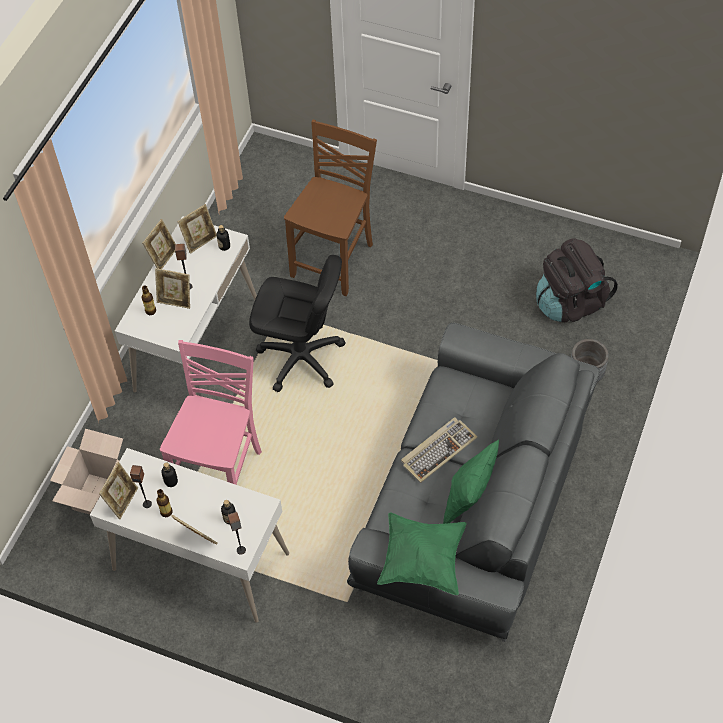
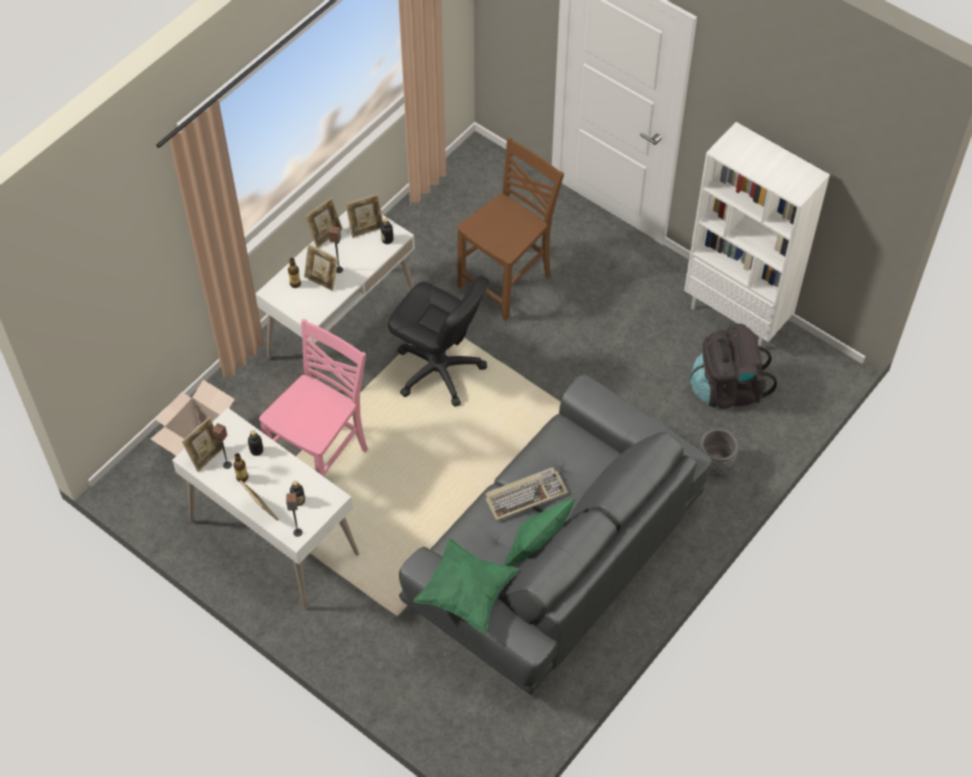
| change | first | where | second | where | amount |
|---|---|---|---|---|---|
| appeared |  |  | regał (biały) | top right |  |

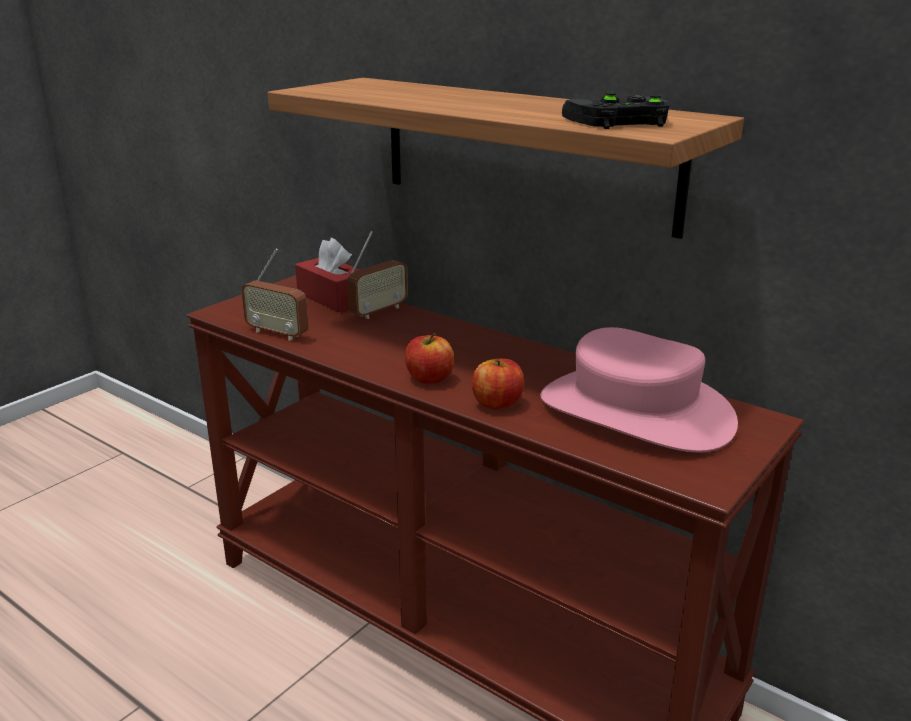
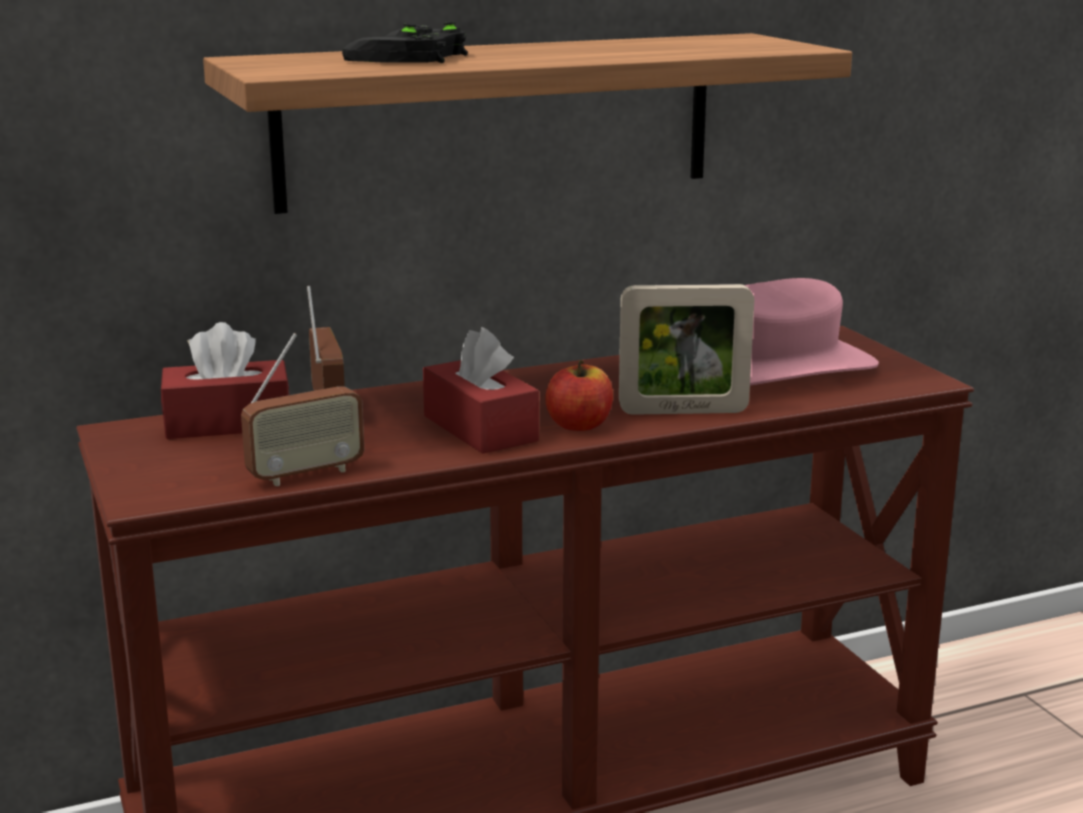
| change | first | where | second | where | amount |
|---|---|---|---|---|---|
| relocated | pad do gier (czarny) | top right |  | top centre |  |
| exchanged | jabłko (no. 2 from left) | centre | ramka na zdjęcie | centre |  |
| appeared |  |  | pudełko chusteczek (czerwony) (no. 2 from left) | centre |  |

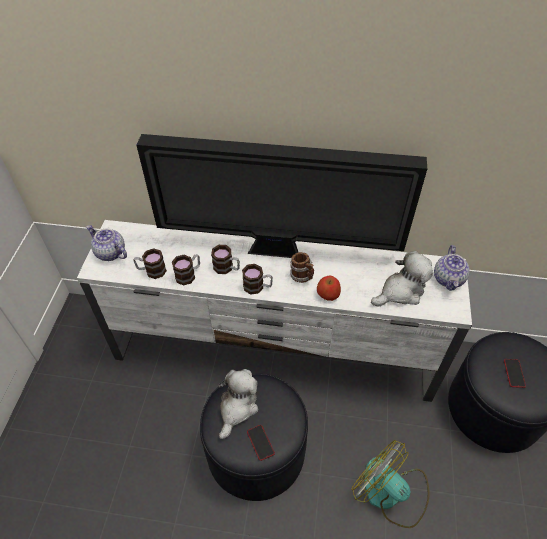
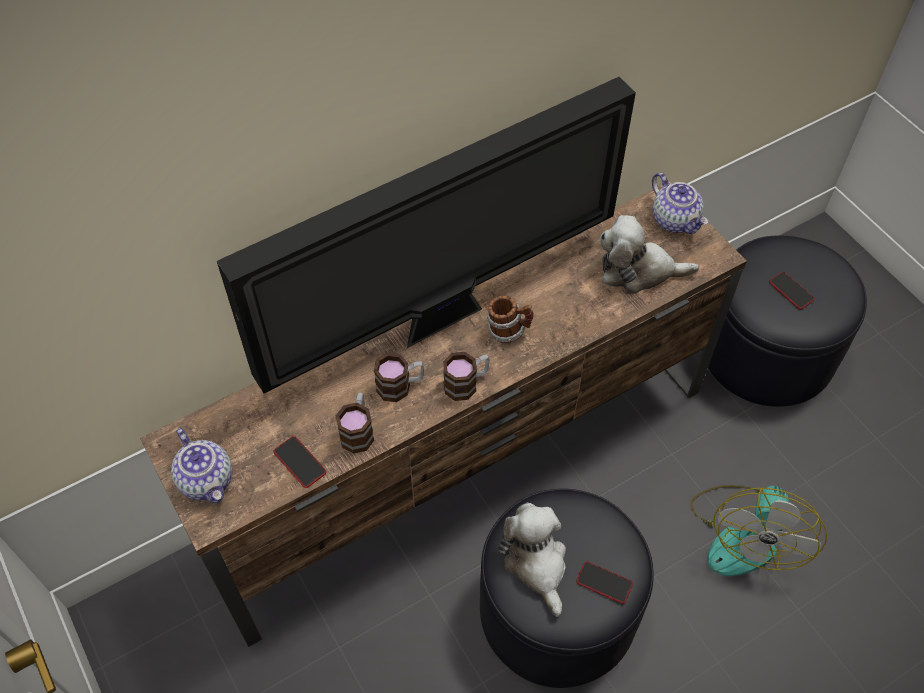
| change | first | where | second | where | amount |
|---|---|---|---|---|---|
| colour | szafka pod telewizor (biały) | centre | szafka pod telewizor (brązowy) | centre |  |
| spun | imbryk (no. 1 from left) | middle left |  | bottom left | 120 degrees counterclockwise |
| exchanged | kubek (no. 1 from left) | middle left | telefon (no. 1 from left) | bottom left |  |
| spun | pluszak (no. 2 from left) | middle right |  | middle right | 105 degrees counterclockwise |
| missing | jabłko | centre |  |  |  |
| spun | wentylator | bottom right |  | bottom right | 75 degrees counterclockwise |

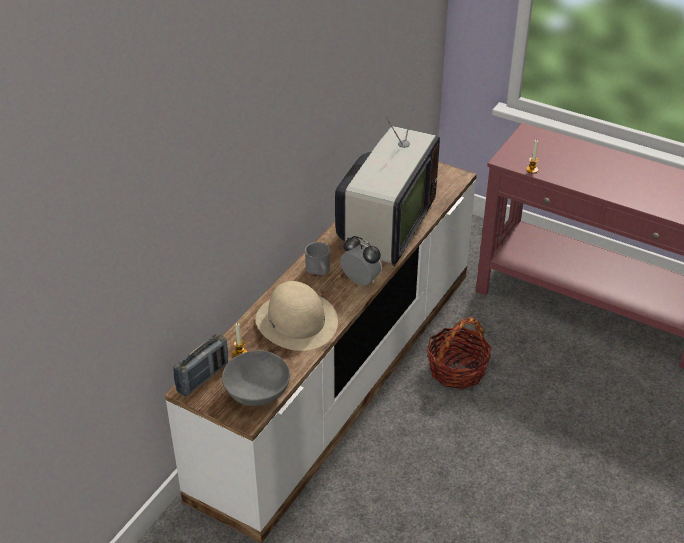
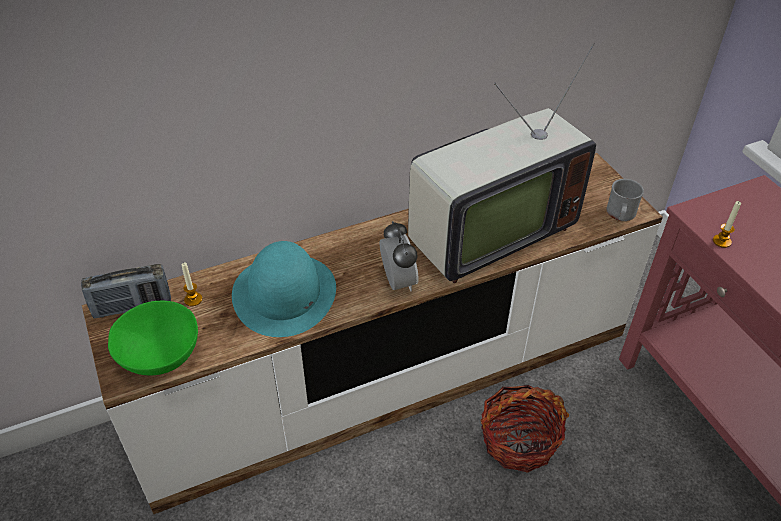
| change | first | where | second | where | amount |
|---|---|---|---|---|---|
| relocated | kubek (szary) | centre |  | middle right |  |
| colour | kapelusz (beżowy) | centre | kapelusz (turkusowy) | centre |  |
| colour | miska (szary) | bottom centre | miska (zielony) | middle left |  |

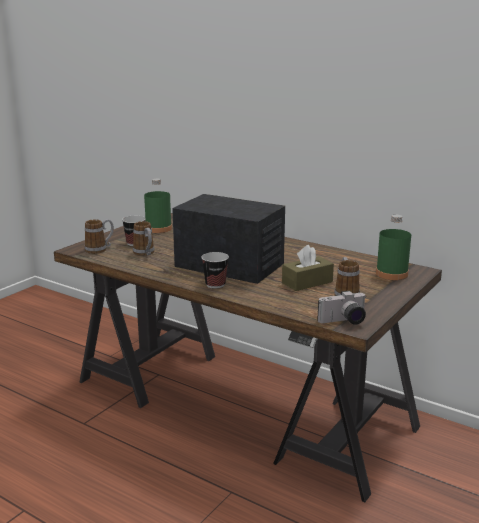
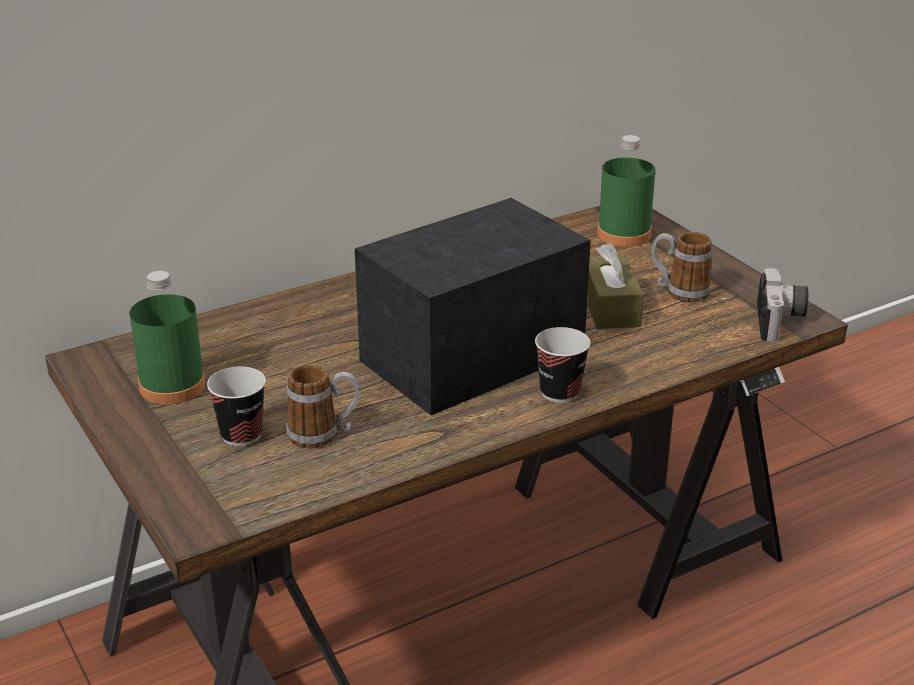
| change | first | where | second | where | amount |
|---|---|---|---|---|---|
| missing | kubek (no. 1 from left) | middle left |  |  |  |

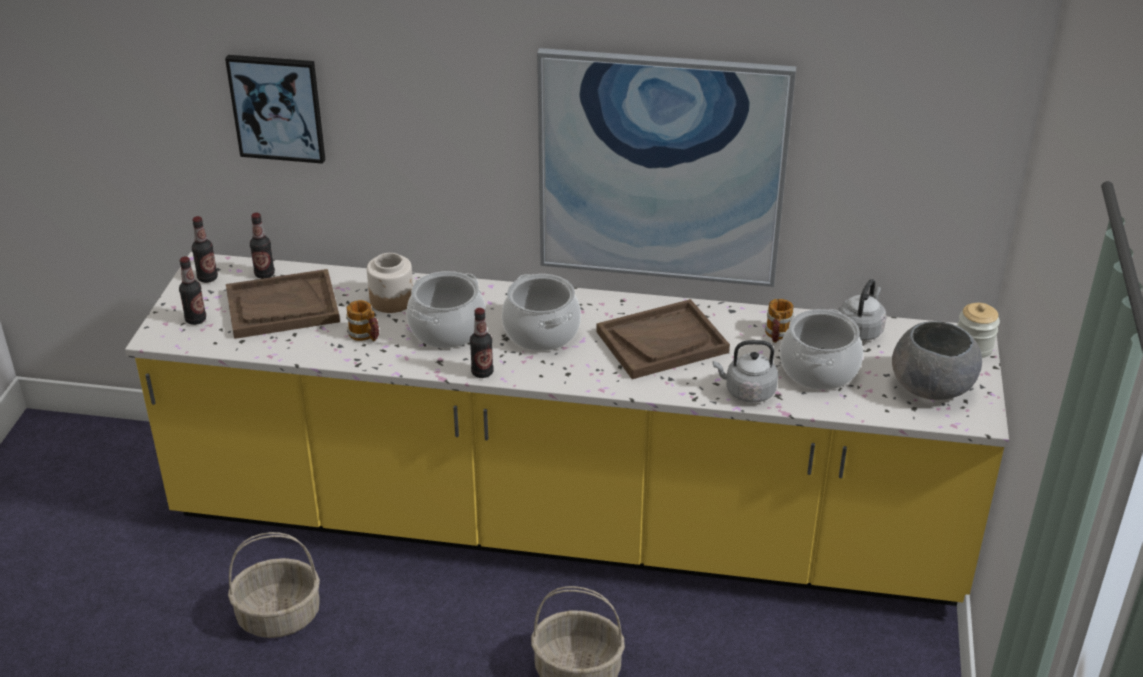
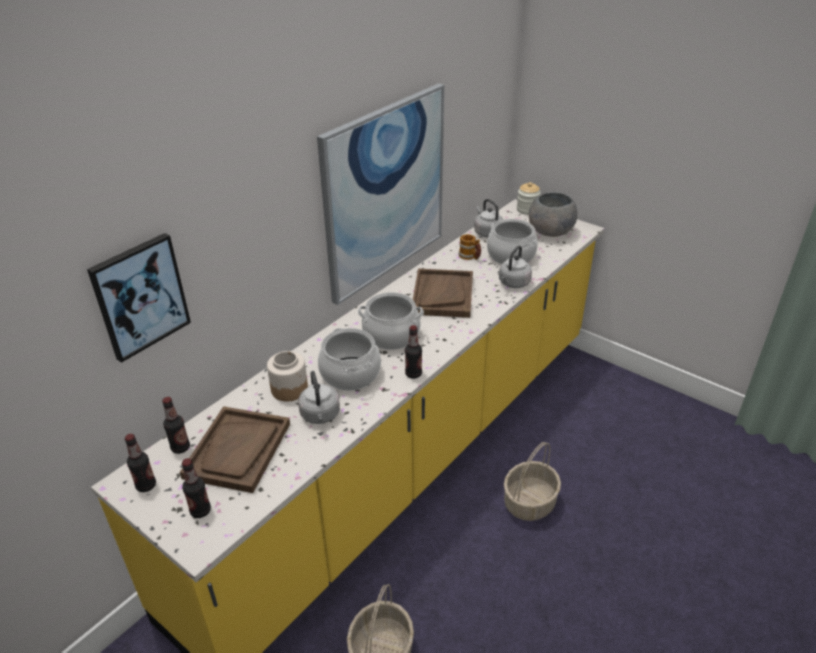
| change | first | where | second | where | amount |
|---|---|---|---|---|---|
| exchanged | kubek (no. 1 from left) | middle left | czajnik (szary) (no. 1 from left) | centre |  |

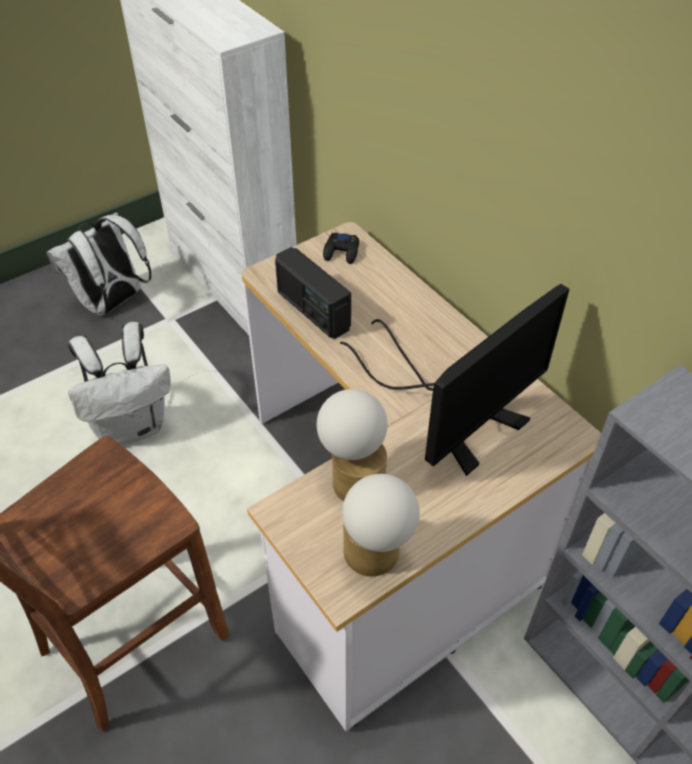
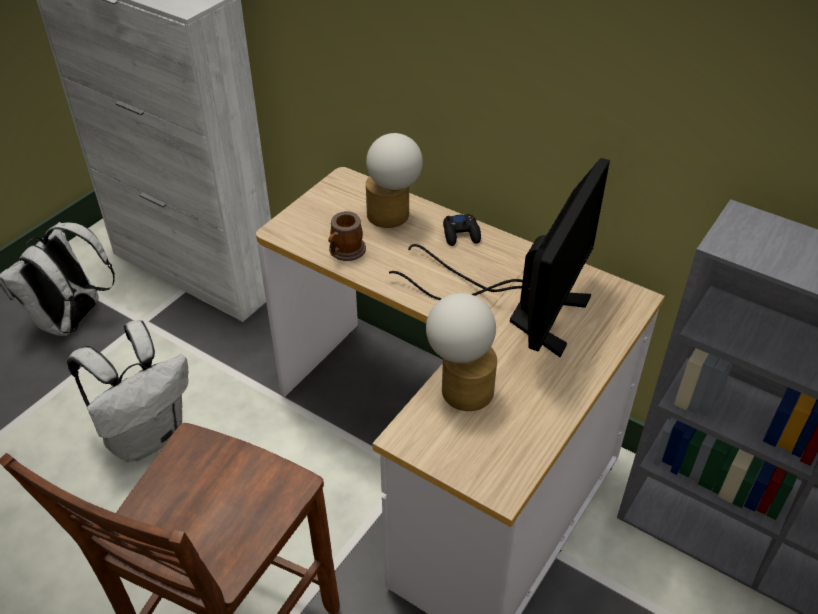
| change | first | where | second | where | amount |
|---|---|---|---|---|---|
| relocated | pad do gier (czarny) | top centre |  | centre |  |
| exchanged | radio | centre | kubek | centre |  |
| relocated | lampa stołowa (no. 2 from left in the first image) | bottom centre | lampa stołowa (no. 1 from left) | top centre |  |

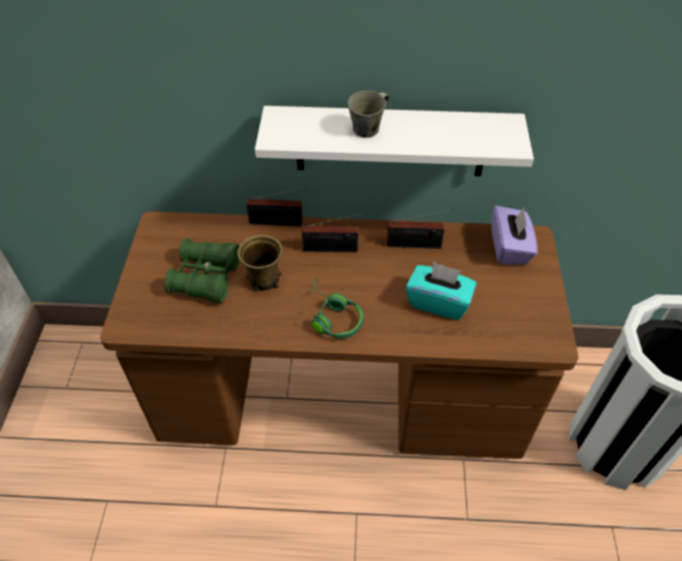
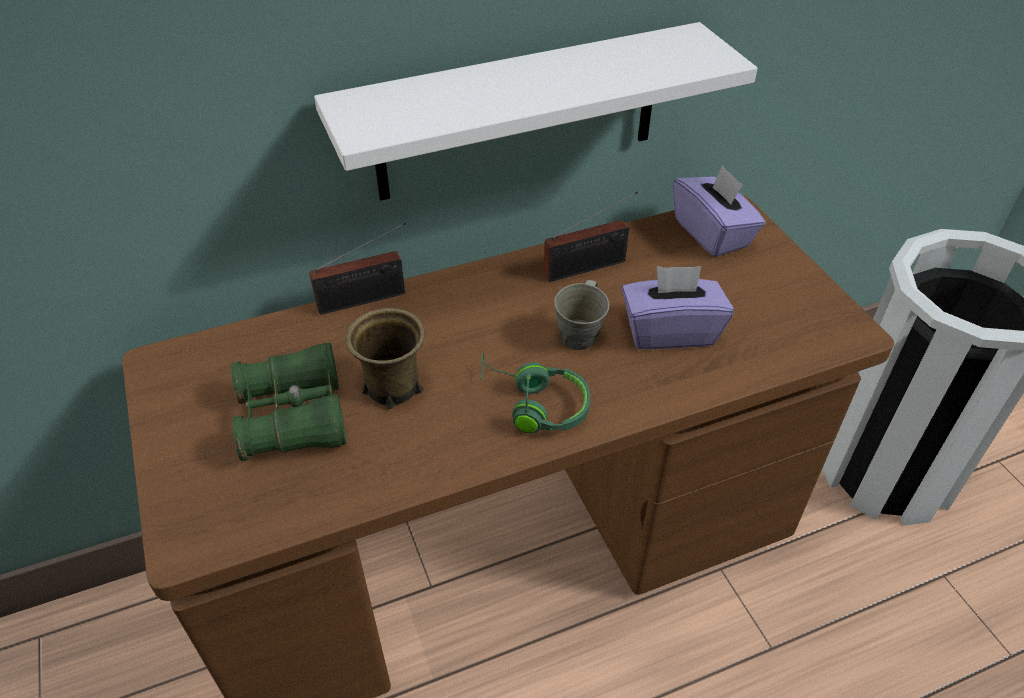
| change | first | where | second | where | amount |
|---|---|---|---|---|---|
| relocated | kubek (szary) | top centre |  | centre |  |
| missing | radio (no. 2 from left) | centre |  |  |  |
| colour | pudełko chusteczek (turkusowy) | centre | pudełko chusteczek (fioletowy) (no. 1 from left) | centre |  |

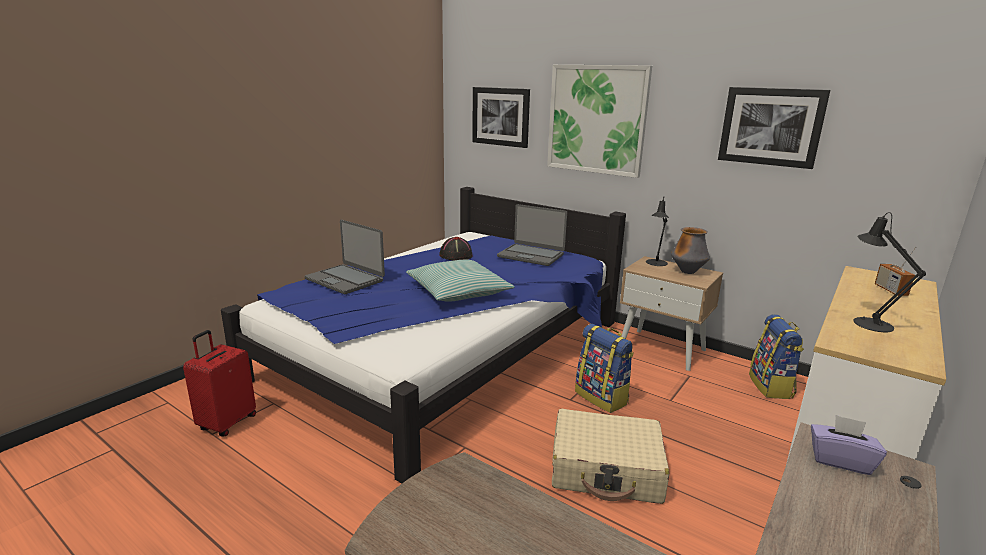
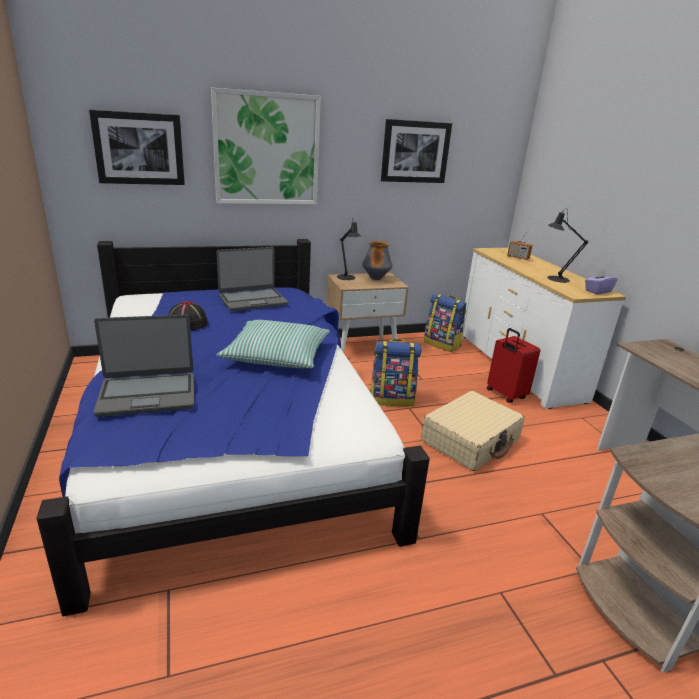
| change | first | where | second | where | amount |
|---|---|---|---|---|---|
| relocated | walizka (czerwony) | bottom left |  | middle right |  |
| relocated | pudełko chusteczek (fioletowy) | bottom right |  | middle right |  |

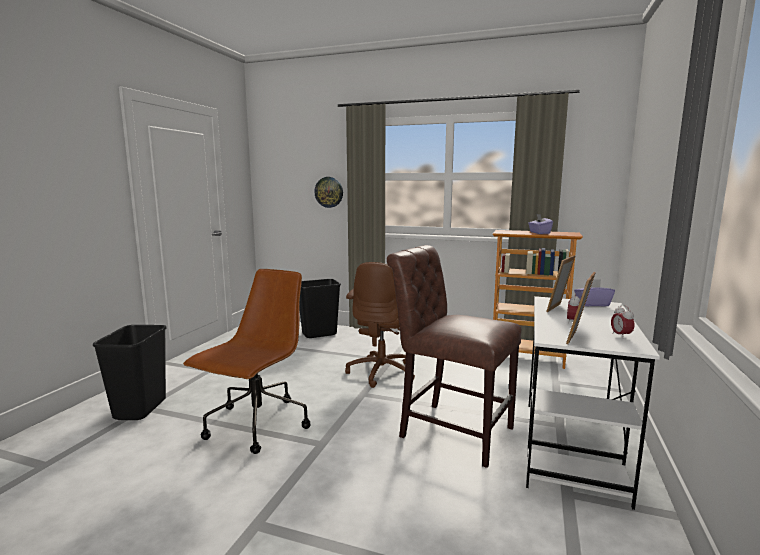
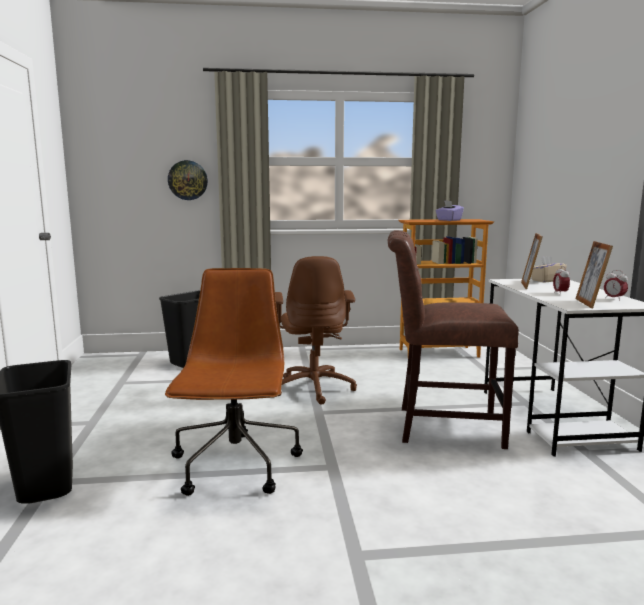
| change | first | where | second | where | amount |
|---|---|---|---|---|---|
| colour | pudełko chusteczek (fioletowy) (no. 2 from left) | middle right | pudełko chusteczek (beżowy) | middle right |  |

